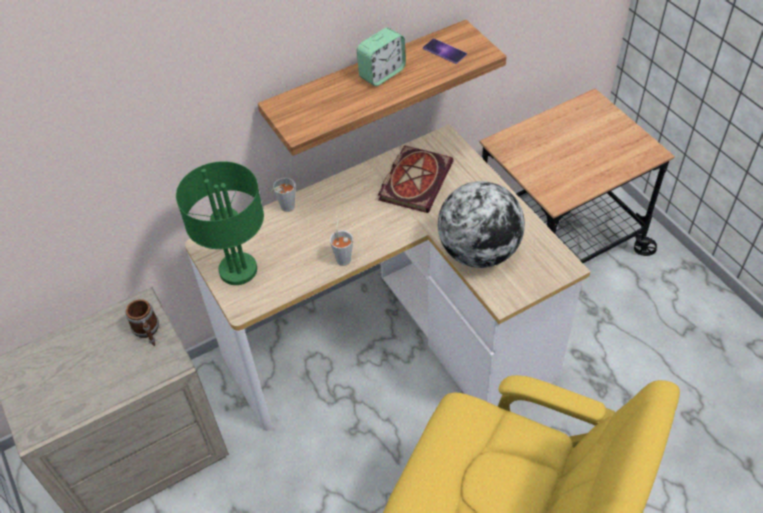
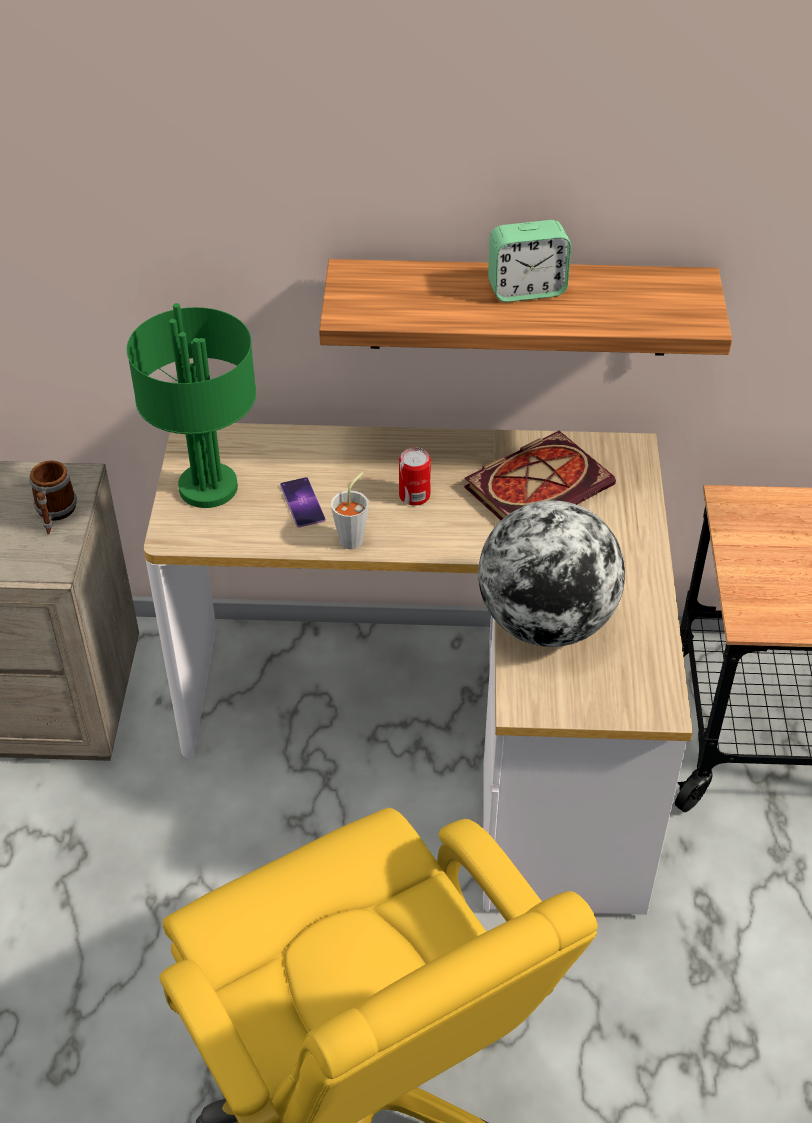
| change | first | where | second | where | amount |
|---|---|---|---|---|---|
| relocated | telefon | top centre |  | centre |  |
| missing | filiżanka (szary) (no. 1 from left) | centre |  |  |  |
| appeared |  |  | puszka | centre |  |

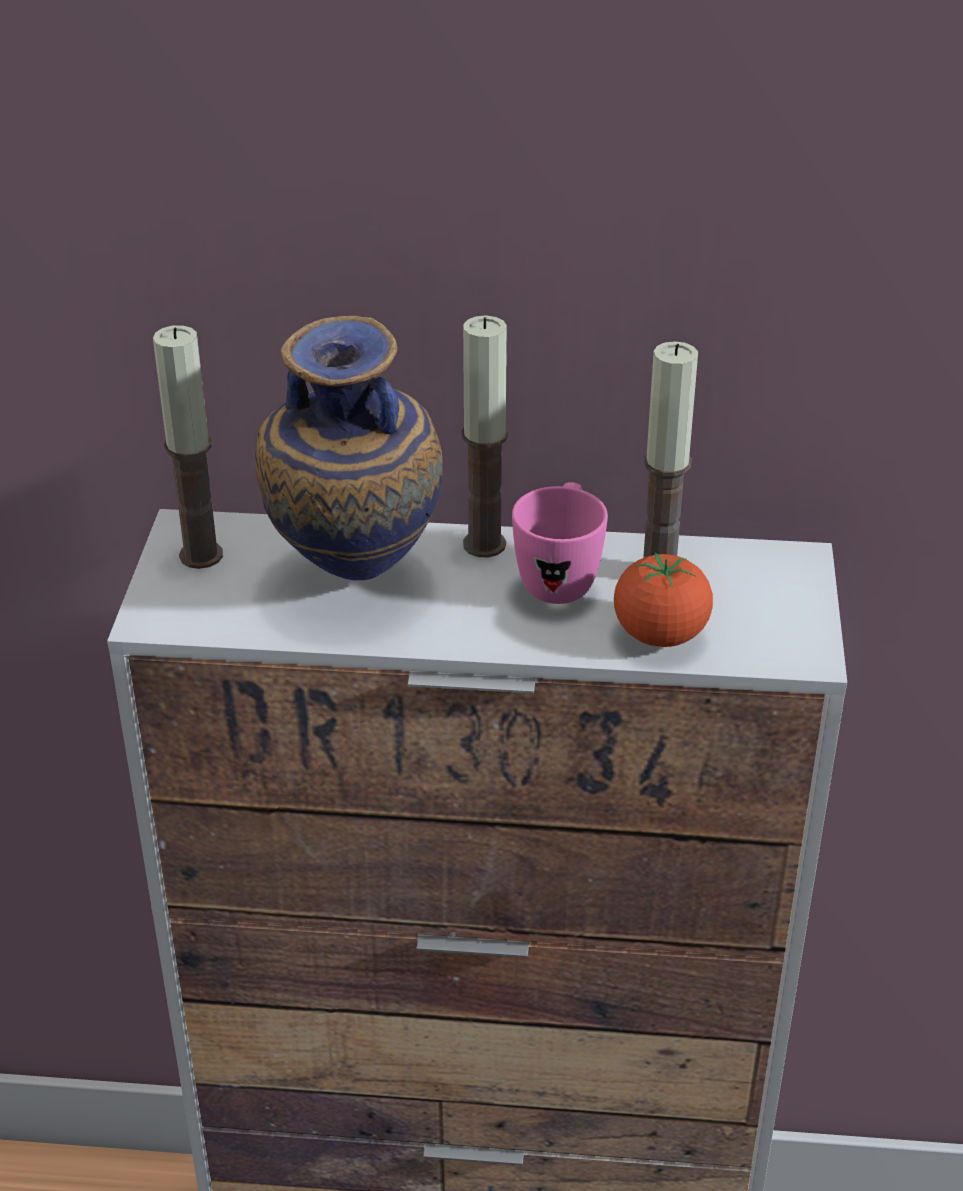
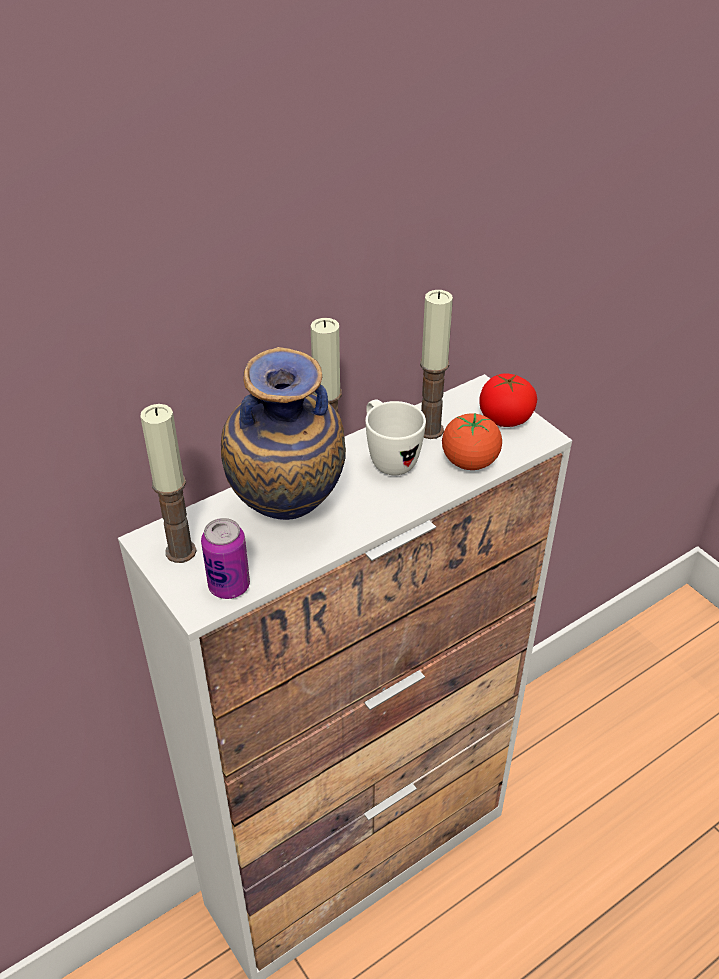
| change | first | where | second | where | amount |
|---|---|---|---|---|---|
| colour | kubek (różowy) | centre | kubek (biały) | centre |  |
| appeared |  |  | pomidor (no. 2 from left) | middle right |  |
| appeared |  |  | puszka | middle left |  |

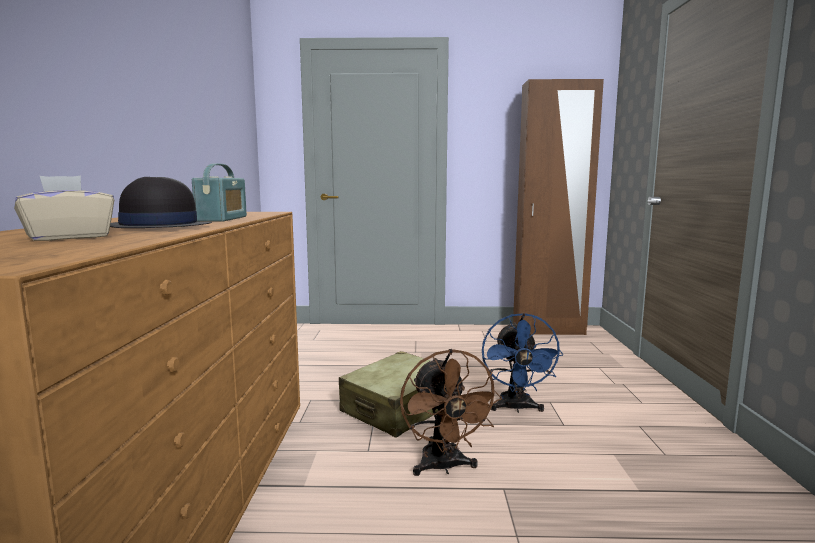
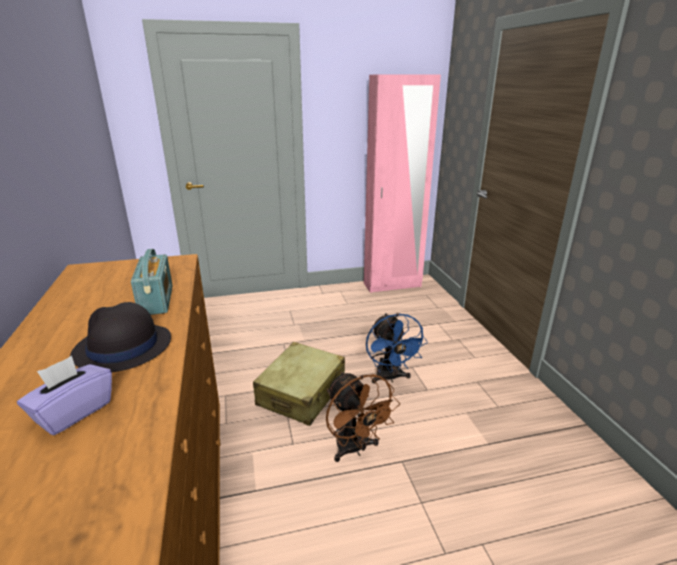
| change | first | where | second | where | amount |
|---|---|---|---|---|---|
| colour | szafa (brązowy) | middle right | szafa (różowy) | top centre |  |
| colour | pudełko chusteczek (beżowy) | middle left | pudełko chusteczek (fioletowy) | bottom left |  |

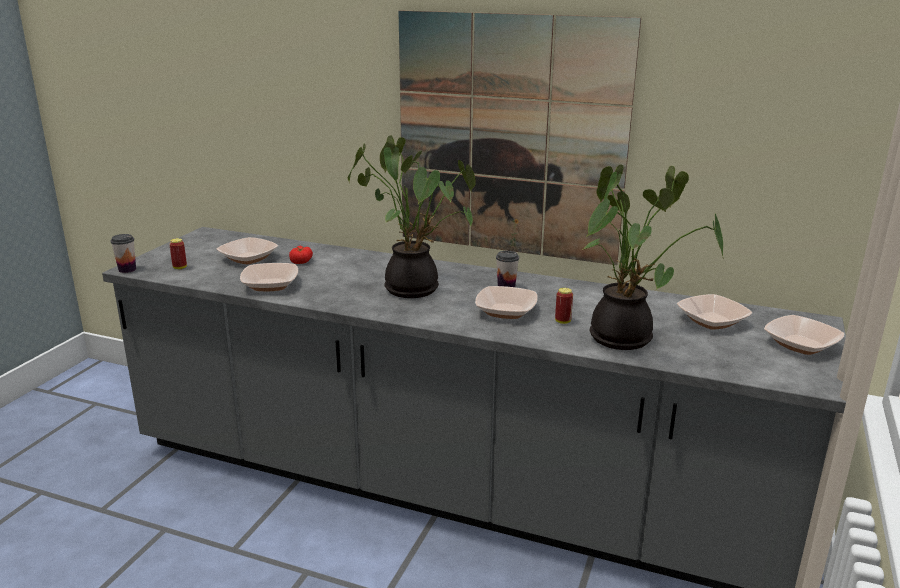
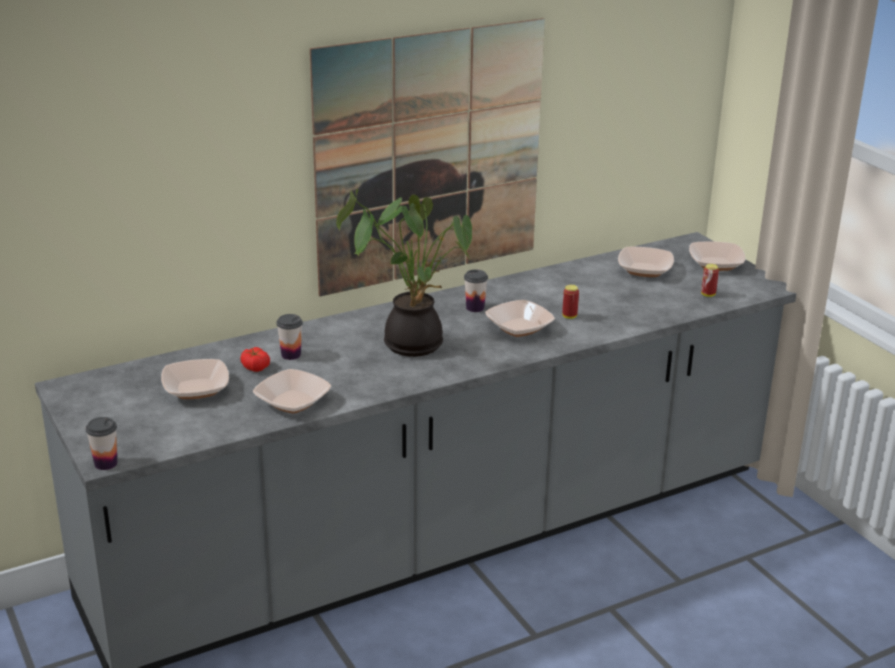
| change | first | where | second | where | amount |
|---|---|---|---|---|---|
| missing | roślina doniczkowa (no. 2 from left) | middle right |  |  |  |
| relocated | puszka (no. 1 from left in the first image) | middle left | puszka (no. 2 from left) | middle right |  |
| appeared |  |  | filiżanka (no. 2 from left) | middle left |  |

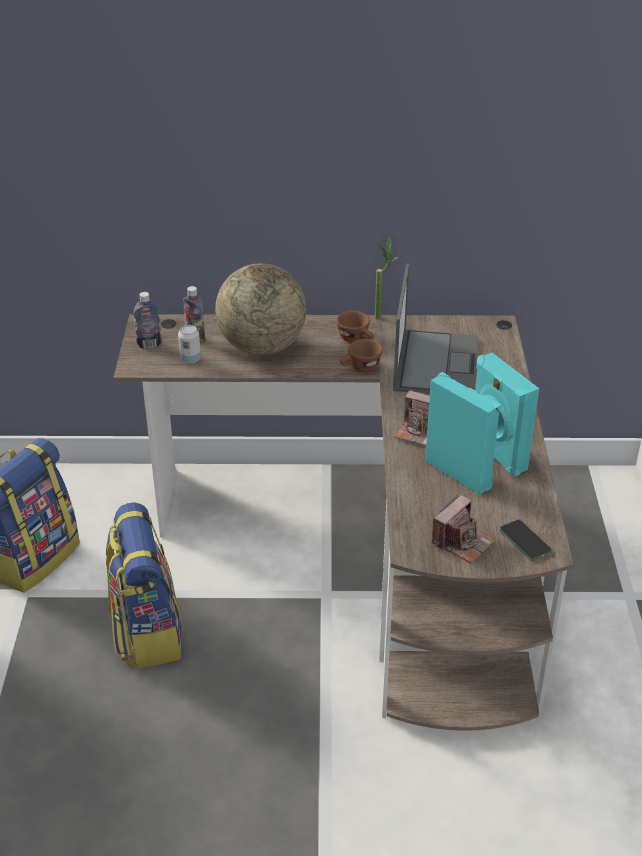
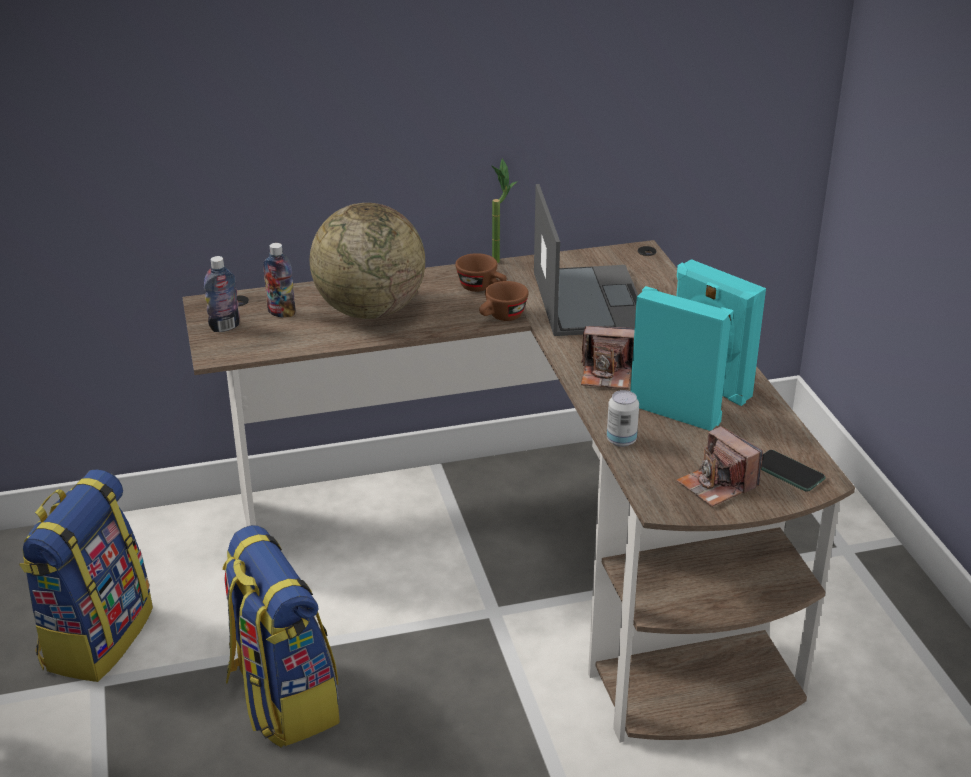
| change | first | where | second | where | amount |
|---|---|---|---|---|---|
| relocated | puszka | middle left |  | centre |  |
| spun | aparat fotograficzny (no. 2 from left) | middle right |  | middle right | 120 degrees clockwise |

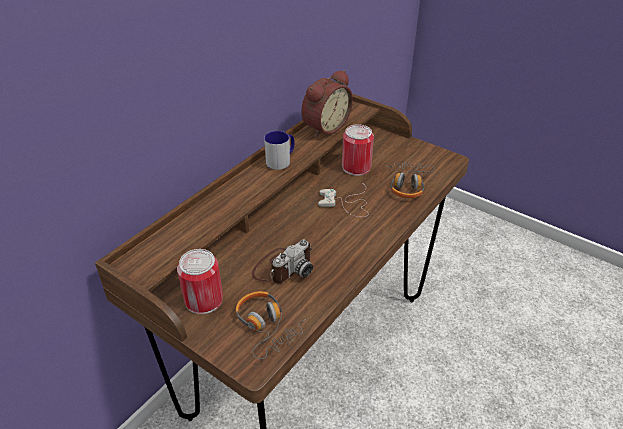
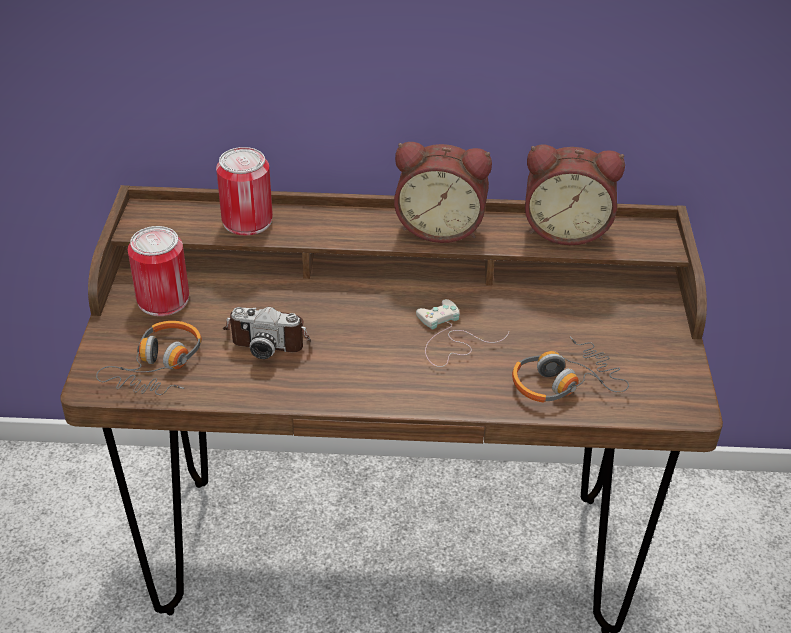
| change | first | where | second | where | amount |
|---|---|---|---|---|---|
| relocated | puszka (no. 2 from left) | centre |  | top left |  |
| exchanged | kubek | centre | budzik (no. 1 from left) | top centre |  |

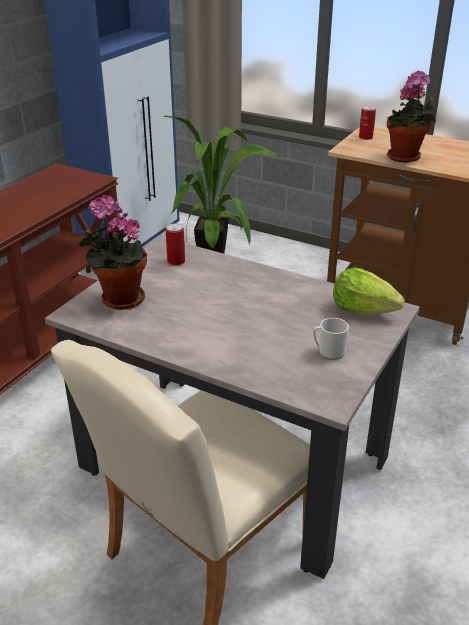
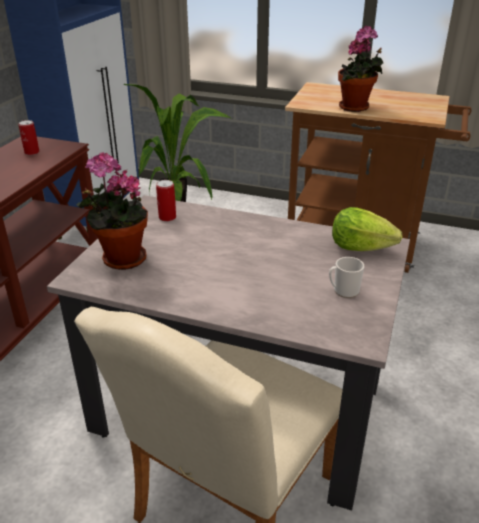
| change | first | where | second | where | amount |
|---|---|---|---|---|---|
| relocated | puszka (no. 2 from left in the first image) | top right | puszka (no. 1 from left) | top left |  |

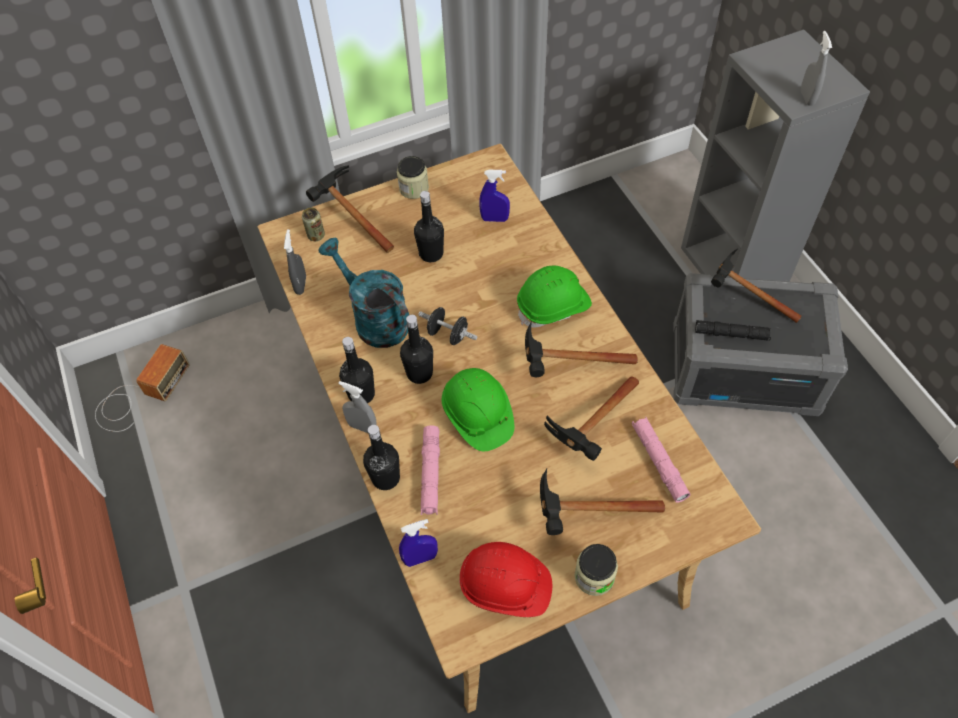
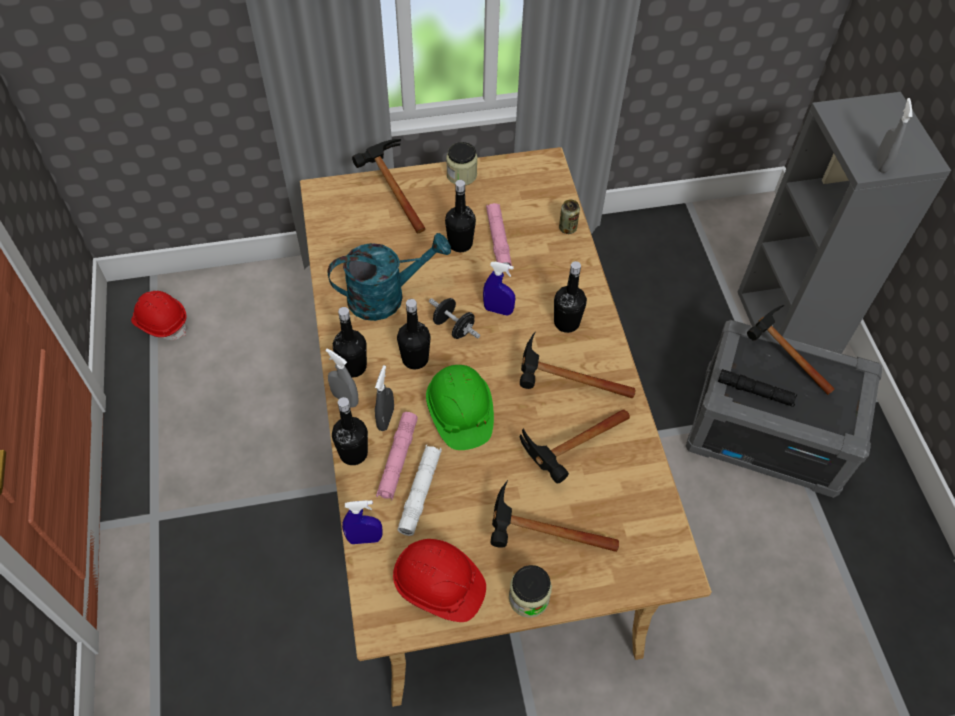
| change | first | where | second | where | amount |
|---|---|---|---|---|---|
| relocated | spryskiwacz (niebieski) (no. 2 from left) | top centre |  | centre |  |
| relocated | puszka | top left |  | top centre |  |
| relocated | spryskiwacz (szary) (no. 1 from left in the first image) | middle left | spryskiwacz (szary) (no. 2 from left) | centre |  |
| spun | konewka (turkusowy) | centre |  | centre | 105 degrees clockwise |
| exchanged | kask (zielony) (no. 2 from left) | centre | butelka (czarny) (no. 5 from left) | centre |  |
| exchanged | radio | middle left | kask (czerwony) (no. 1 from left) | middle left |  |
| relocated | latarka (różowy) (no. 2 from left) | middle right |  | top centre |  |
| appeared |  |  | latarka (biały) | bottom centre |  |

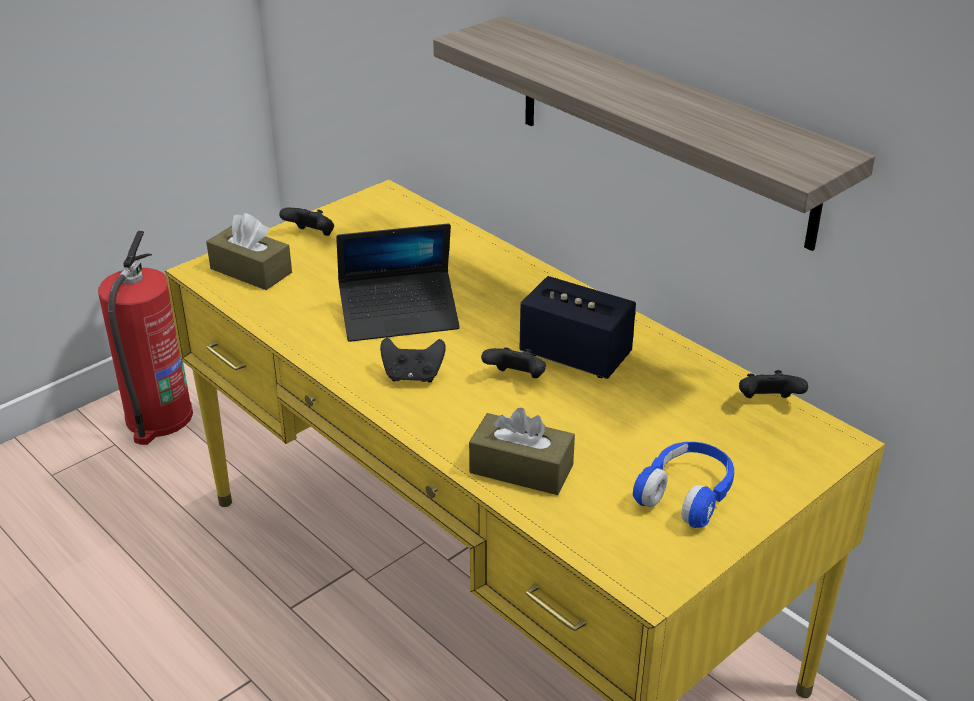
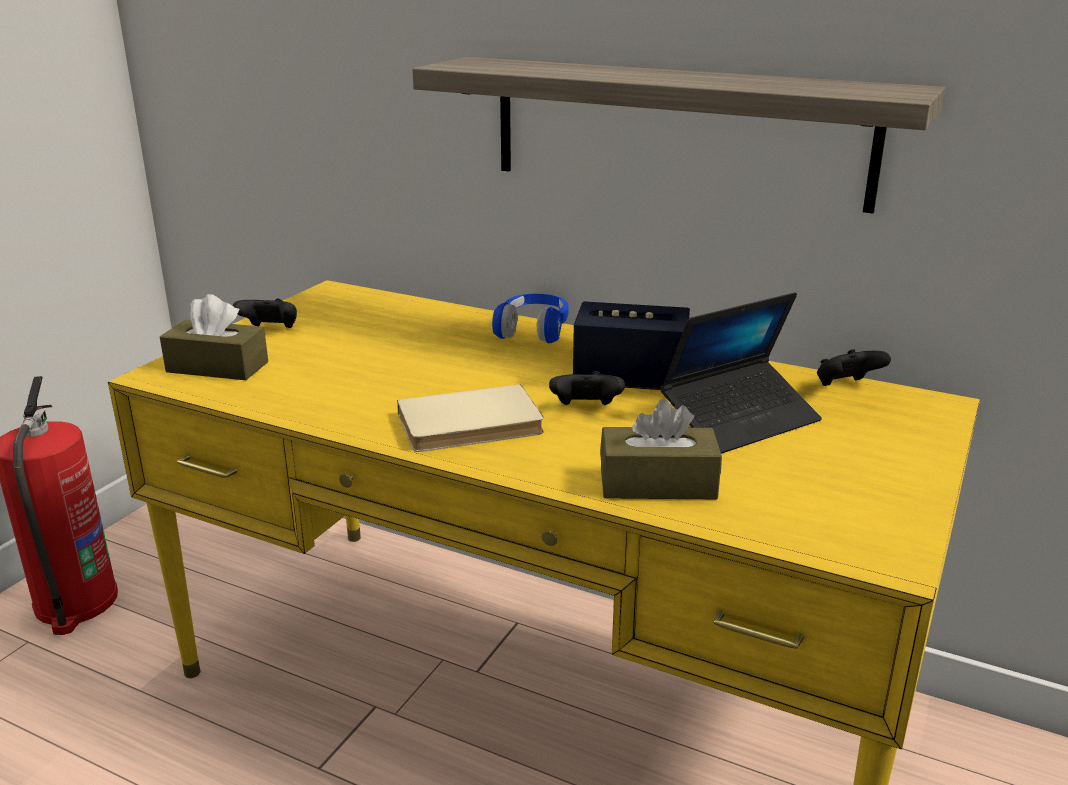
| change | first | where | second | where | amount |
|---|---|---|---|---|---|
| relocated | laptop | centre |  | middle right |  |
| exchanged | pad do gier (czarny) (no. 2 from left) | centre | książka (beżowy) | centre |  |
| relocated | słuchawki (niebieski) | bottom right |  | centre |  |

